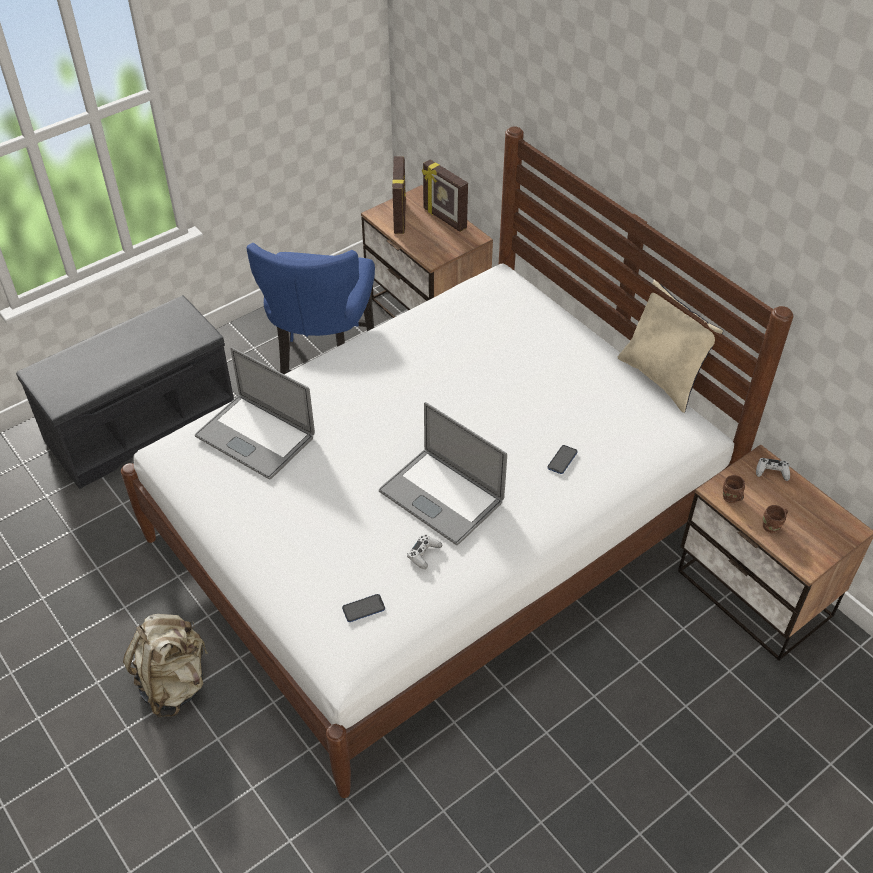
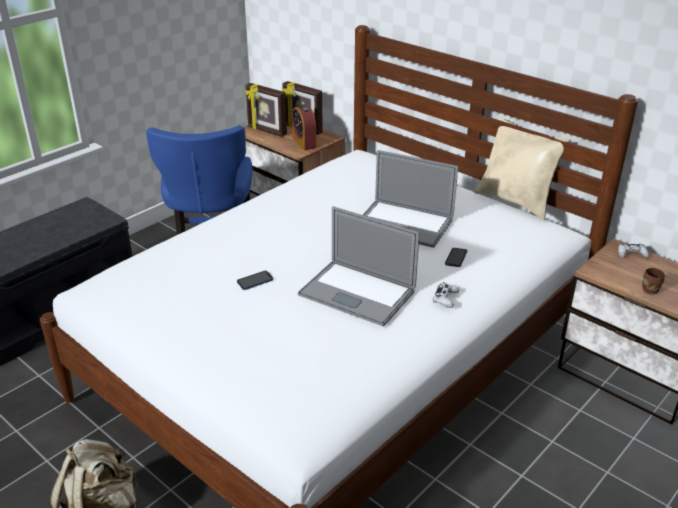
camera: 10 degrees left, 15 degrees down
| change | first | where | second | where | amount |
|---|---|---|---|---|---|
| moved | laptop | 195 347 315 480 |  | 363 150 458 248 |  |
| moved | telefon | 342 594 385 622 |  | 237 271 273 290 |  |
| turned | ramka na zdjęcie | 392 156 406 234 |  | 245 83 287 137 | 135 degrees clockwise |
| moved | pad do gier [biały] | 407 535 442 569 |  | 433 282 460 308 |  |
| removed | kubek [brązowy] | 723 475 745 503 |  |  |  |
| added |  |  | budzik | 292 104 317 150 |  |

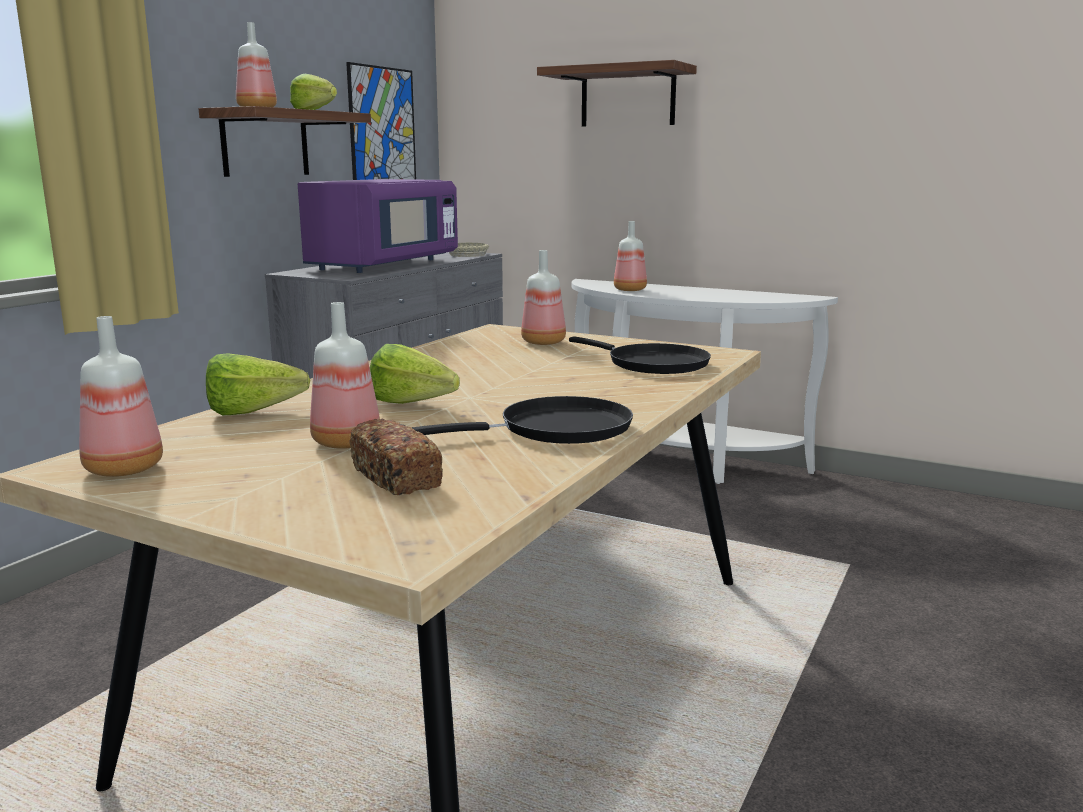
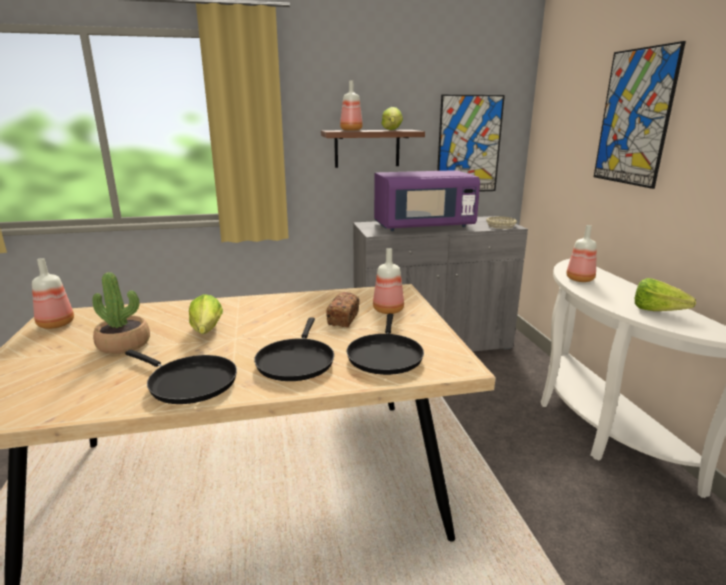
camera: 50 degrees right, 5 degrees up
| change | first | where | second | where | amount |
|---|---|---|---|---|---|
| moved | sałata | 206 353 310 415 |  | 635 278 696 311 |  |
| replaced | butelka | 310 302 380 449 | roślina doniczkowa | 92 272 150 354 |  |
| moved | chleb | 350 419 443 495 |  | 326 292 360 327 |  |
| replaced | półka | 537 60 697 126 | obraz | 594 41 686 189 |  |
| added |  |  | patelnia [czarny] | 254 317 334 381 |  |

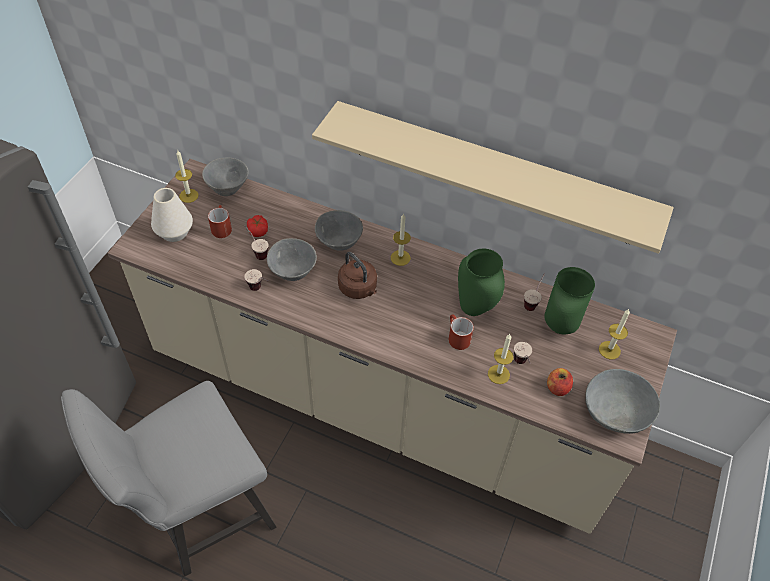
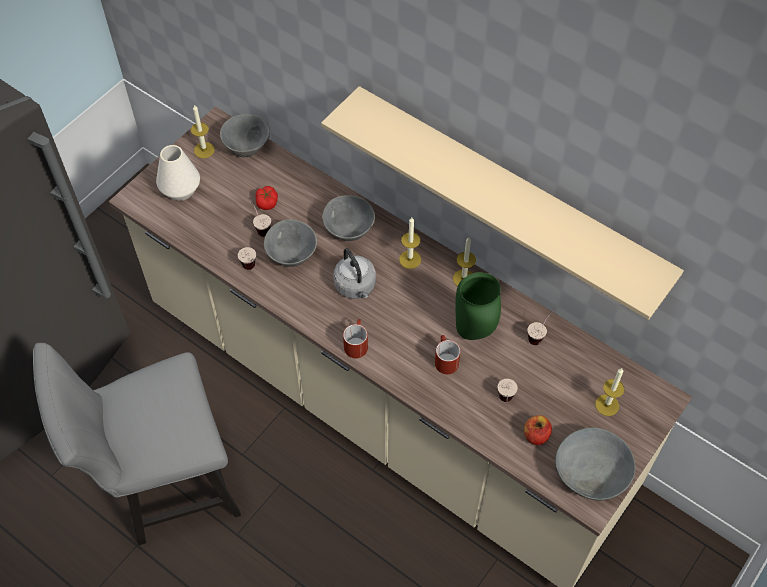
camera: 15 degrees right, 5 degrees up
| change | first | where | second | where | amount |
|---|---|---|---|---|---|
| moved | kubek [czerwony] | 208 205 232 238 |  | 343 319 368 358 |  |
| recoloured | czajnik [brązowy] | 338 252 377 299 | czajnik [szary] | 334 248 376 299 |  |
| moved | świeca | 488 334 514 384 |  | 453 237 476 286 |  |
| removed | wazon [zielony] | 544 267 595 334 |  |  |  |

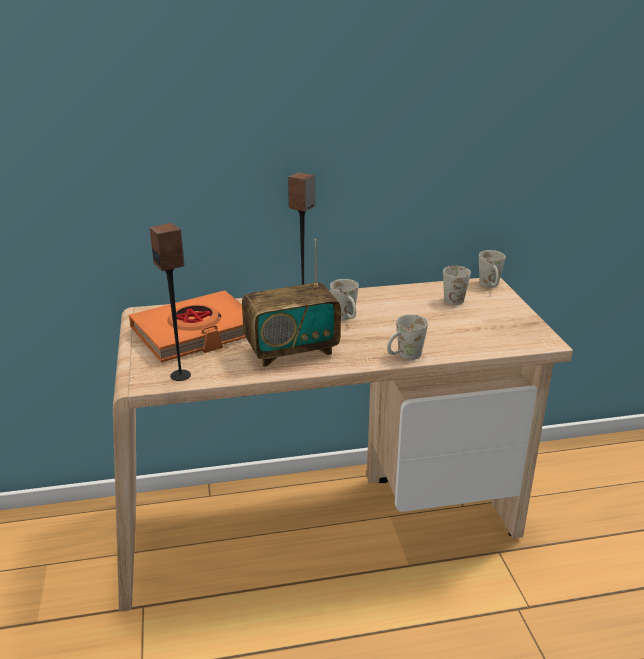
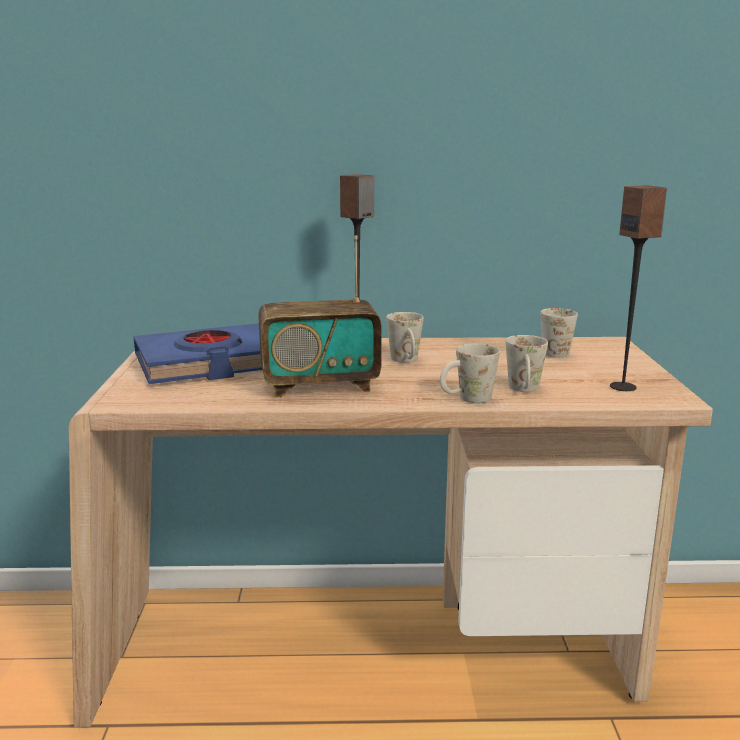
camera: 10 degrees right, 10 degrees down
| change | first | where | second | where | amount |
|---|---|---|---|---|---|
| recoloured | książka [pomarańczowy] | 129 290 246 363 | książka [niebieski] | 133 323 263 384 |  |
| moved | głośnik | 150 223 191 381 |  | 610 185 667 391 |  |
| moved | kubek [biały] | 479 250 506 287 |  | 506 335 548 392 |  |

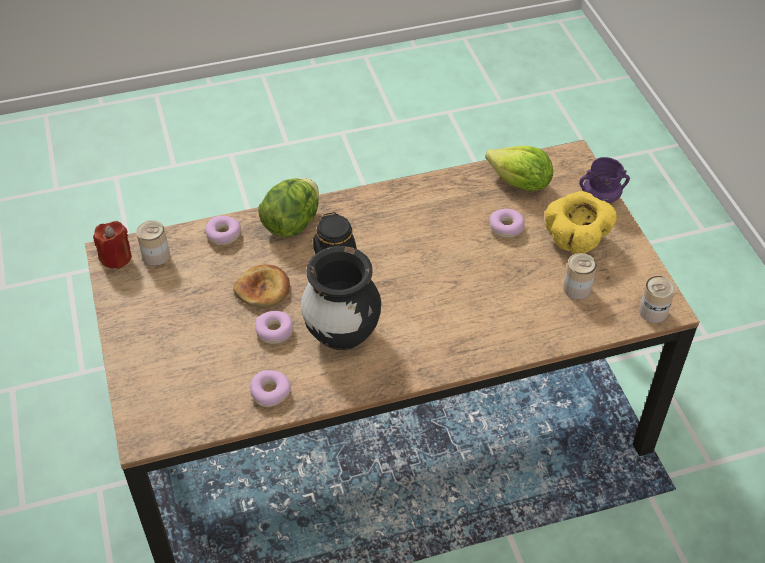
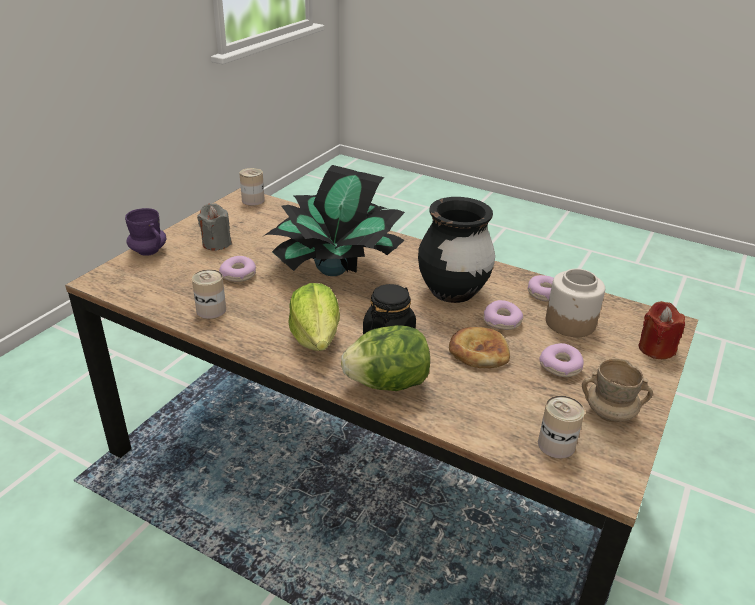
camera: 135 degrees left, 15 degrees down
| change | first | where | second | where | amount |
|---|---|---|---|---|---|
| moved | świeca [czerwony] | 93 221 132 269 |  | 639 301 685 359 |  |
| moved | donut | 205 216 241 245 |  | 540 343 584 377 |  |
| moved | sałata | 485 146 553 191 |  | 288 283 340 351 |  |
| replaced | miska [żółty] | 545 191 617 254 | świeca [szary] | 197 203 232 251 |  |
| moved | puszka | 563 253 597 299 |  | 192 270 226 319 |  |
| added |  |  | roślina doniczkowa | 264 165 405 276 |  |
| added |  |  | słoik | 546 269 605 337 |  |
| added |  |  | kubek [beżowy] | 582 358 653 422 |  |

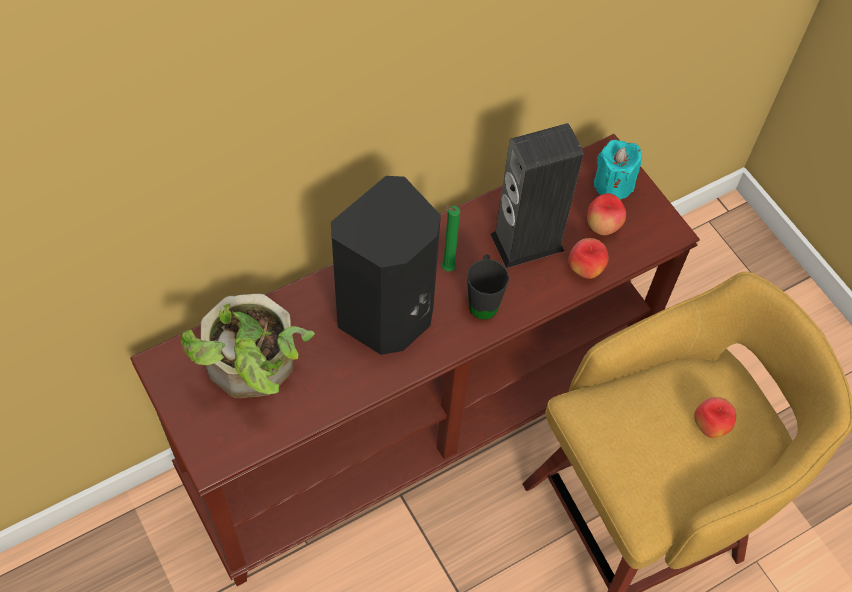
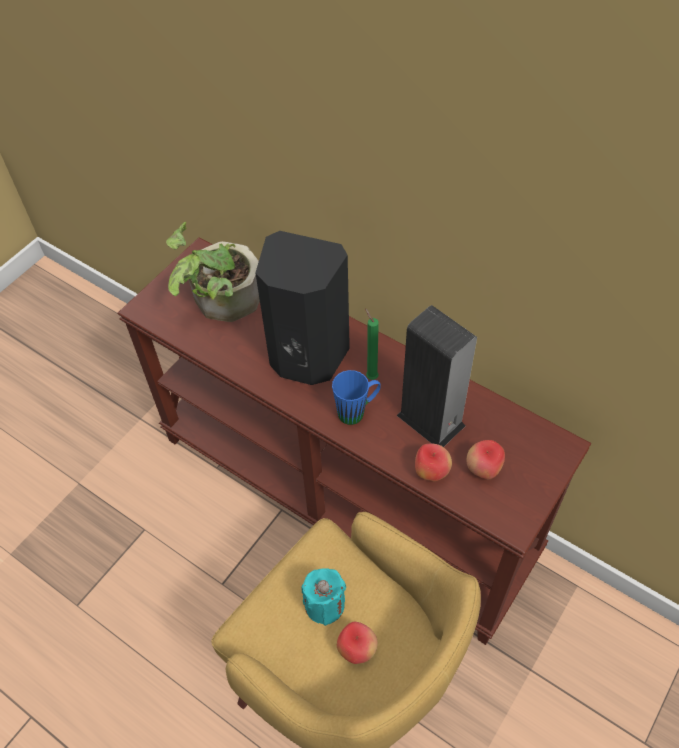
camera: 70 degrees right, 5 degrees down
| change | first | where | second | where | amount |
|---|---|---|---|---|---|
| recoloured | kubek [czarny] | 467 254 509 320 | kubek [niebieski] | 332 370 381 425 |  |
| moved | świeca [turkusowy] | 594 140 642 200 |  | 301 568 346 626 |  |

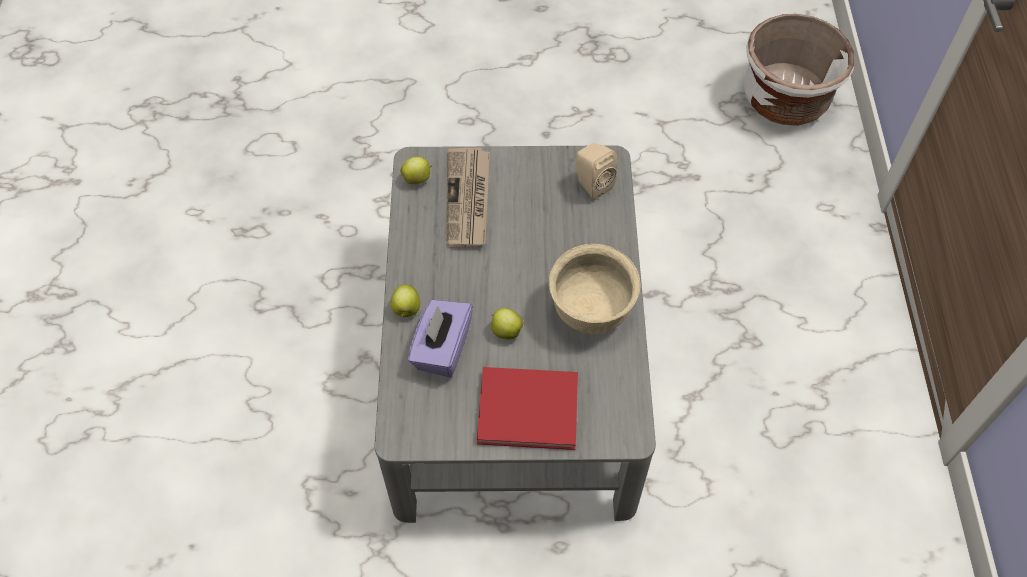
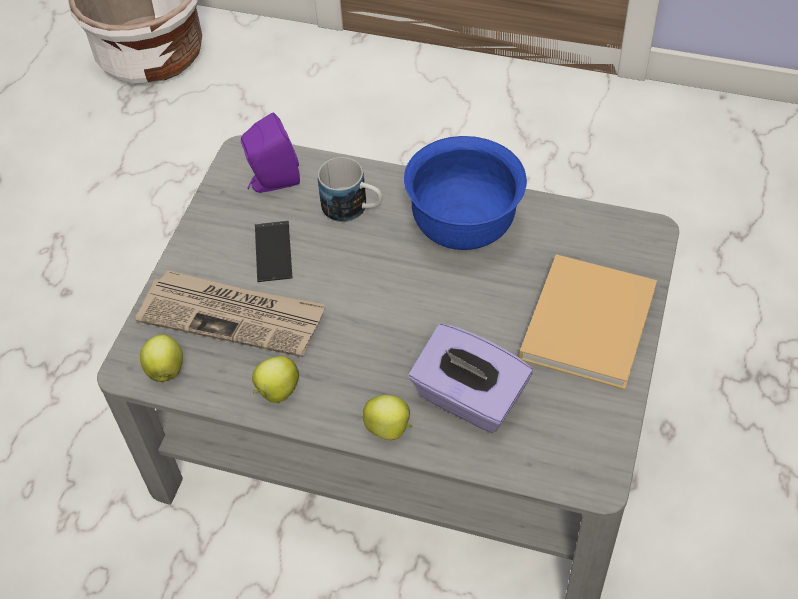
camera: 70 degrees left, 5 degrees down
| change | first | where | second | where | amount |
|---|---|---|---|---|---|
| recoloured | książka [czerwony] | 477 367 578 450 | książka [beżowy] | 519 254 657 390 |  |
| moved | jabłko | 491 308 524 339 |  | 252 356 299 403 |  |
| recoloured | miska [beżowy] | 549 244 640 334 | miska [niebieski] | 404 136 527 250 |  |
| recoloured | głośnik [beżowy] | 576 143 618 200 | głośnik [fioletowy] | 241 113 300 193 |  |
| added |  |  | telefon | 255 221 292 282 |  |
| added |  |  | kubek | 318 157 382 222 |  |

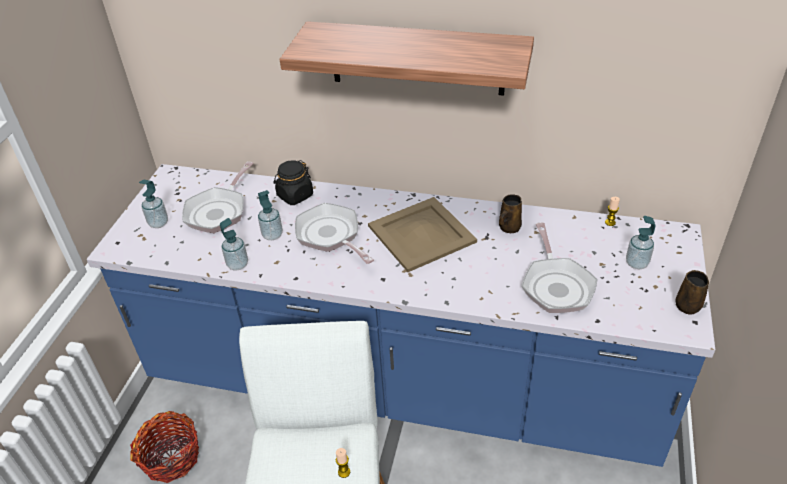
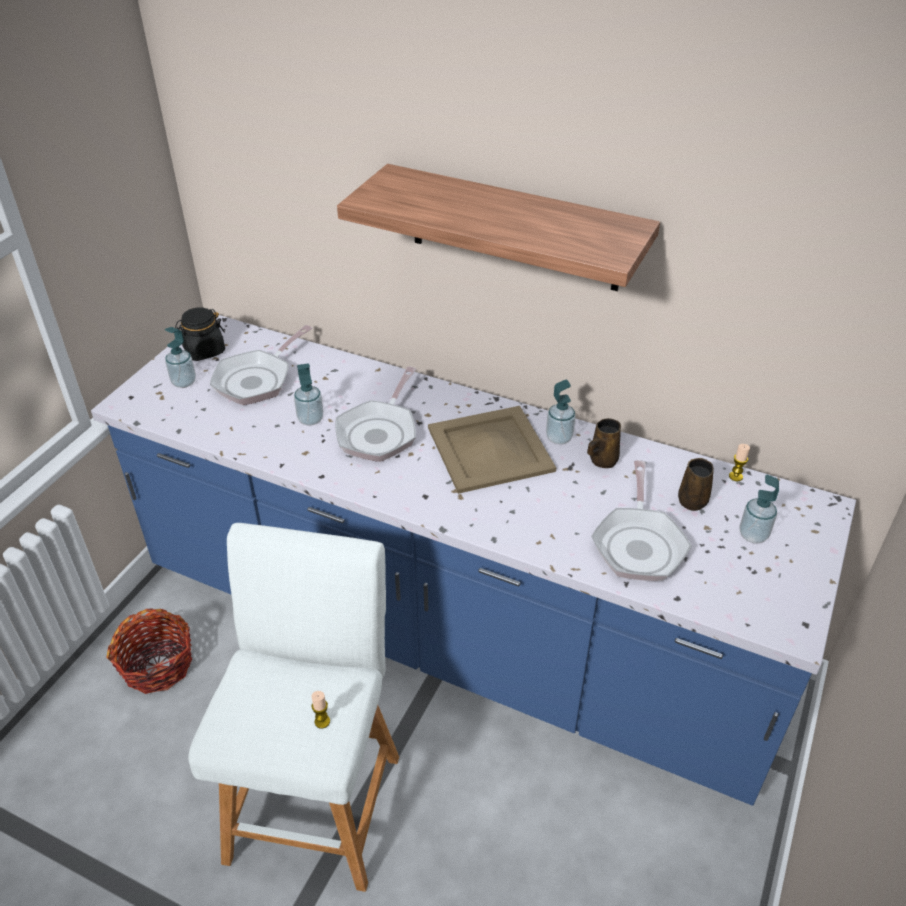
camera: 10 degrees right, 0 degrees up
| change | first | where | second | where | amount |
|---|---|---|---|---|---|
| moved | dozownik mydła | 220 218 248 270 |  | 546 379 576 444 |  |
| moved | słoik [czarny] | 274 160 313 205 |  | 175 307 225 361 |  |
| turned | patelnia | 295 203 374 264 |  | 335 367 417 462 | 135 degrees counterclockwise |
| moved | kubek [brązowy] | 675 270 709 315 |  | 678 458 714 511 |  |

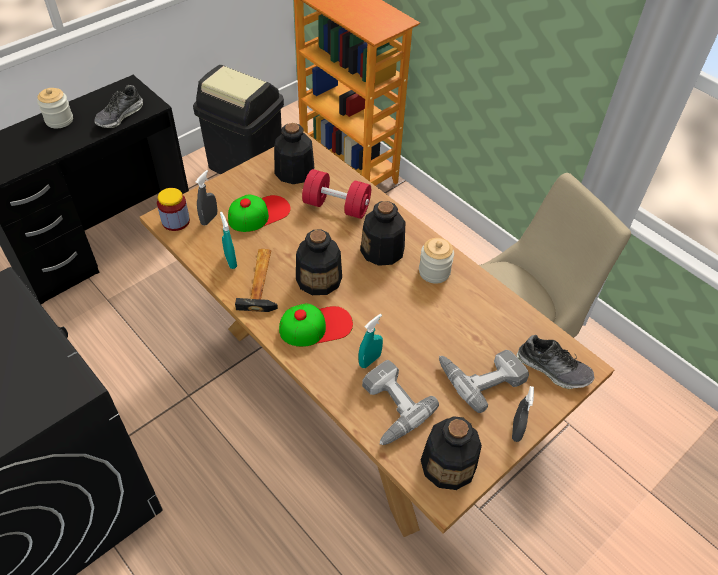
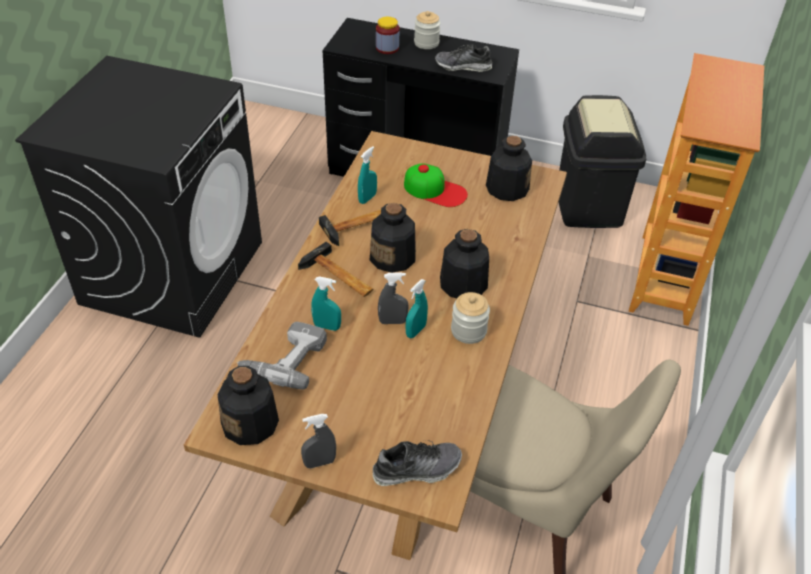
camera: 60 degrees right, 5 degrees down
| change | first | where | second | where | amount |
|---|---|---|---|---|---|
| moved | słoik | 157 188 190 231 |  | 376 17 399 54 |  |
| moved | spryskiwacz [szary] | 195 170 217 226 |  | 378 272 409 324 |  |
| replaced | czapka z daszkiem | 279 303 353 347 | młotek | 298 242 374 297 |  |
| removed | hantel [czerwony] | 302 169 371 219 |  |  |  |
| removed | wiertarka | 439 350 529 413 |  |  |  |
| turned | but | 516 335 594 389 |  | 373 440 462 486 | 105 degrees counterclockwise |
| added |  |  | spryskiwacz [turkusowy] | 406 279 428 338 |  |

